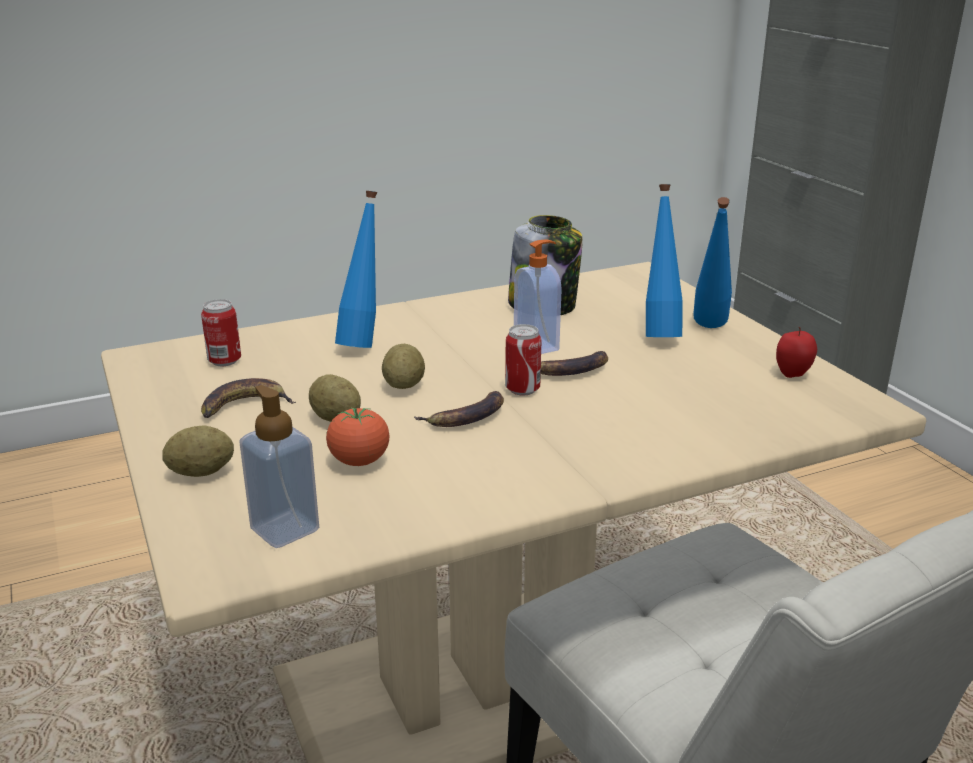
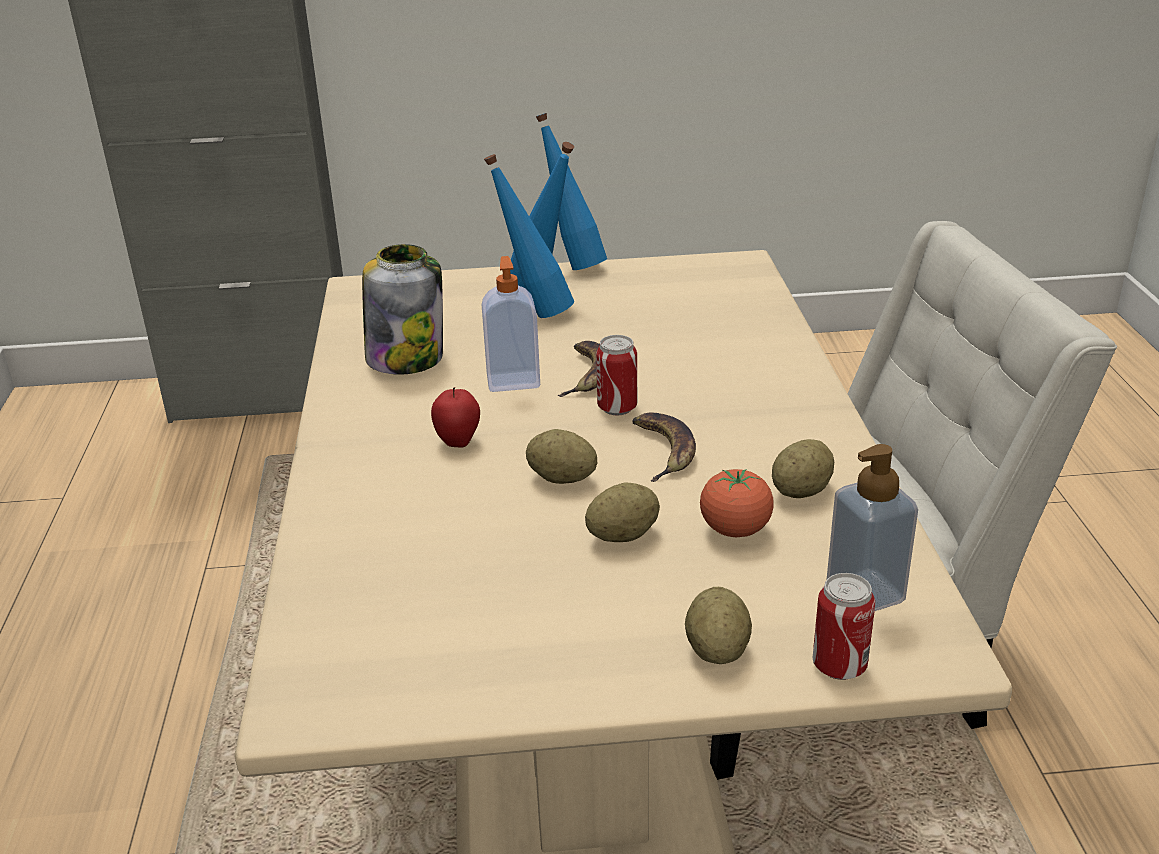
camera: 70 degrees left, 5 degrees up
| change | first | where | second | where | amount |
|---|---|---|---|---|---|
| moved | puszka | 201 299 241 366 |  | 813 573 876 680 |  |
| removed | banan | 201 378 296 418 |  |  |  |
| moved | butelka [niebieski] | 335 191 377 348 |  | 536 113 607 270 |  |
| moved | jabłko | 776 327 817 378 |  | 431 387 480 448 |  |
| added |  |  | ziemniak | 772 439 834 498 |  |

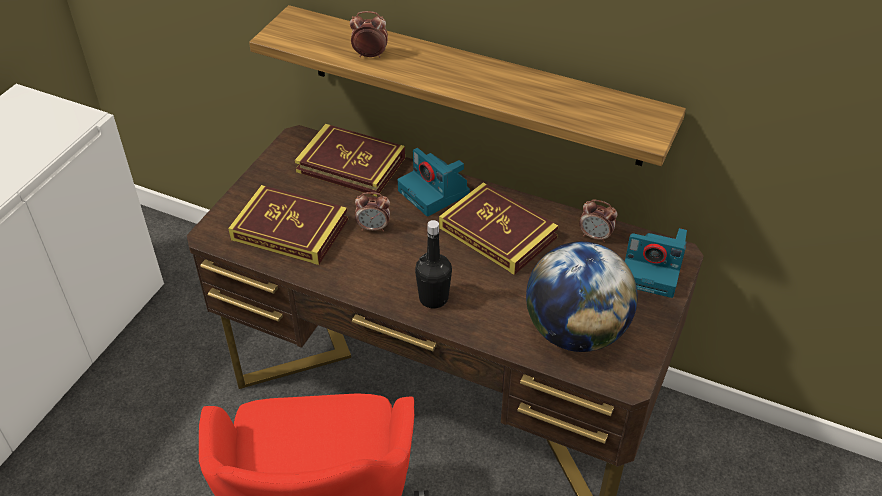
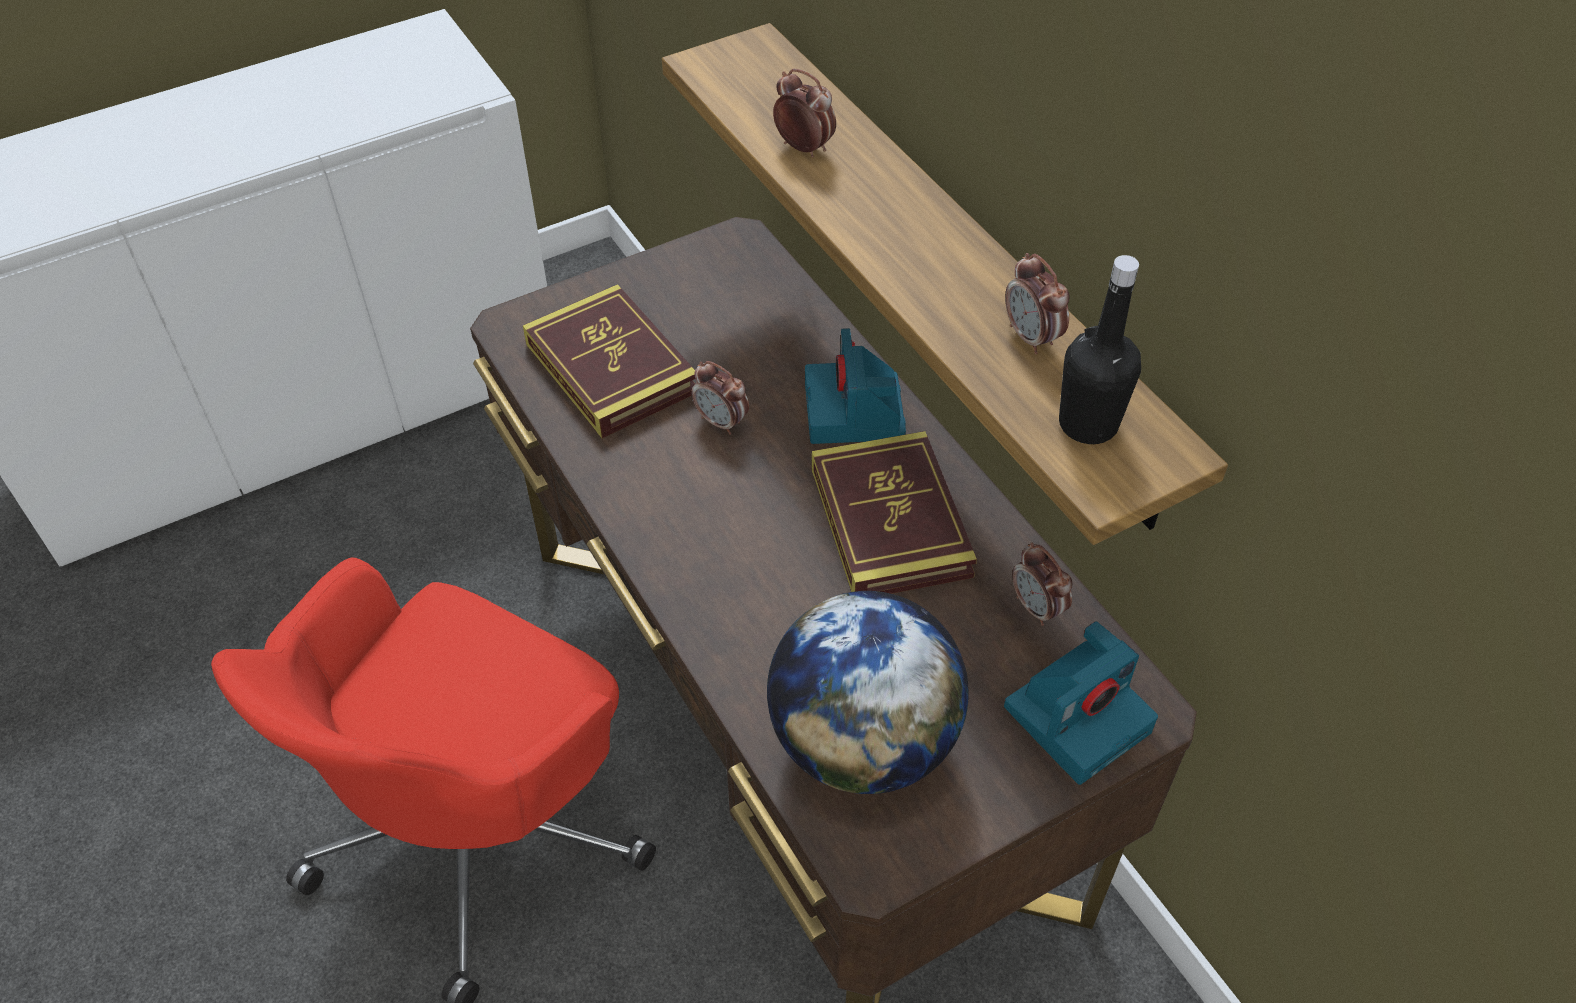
camera: 35 degrees right, 5 degrees up
| change | first | where | second | where | amount |
|---|---|---|---|---|---|
| removed | książka | 295 124 405 197 |  |  |  |
| moved | butelka [czarny] | 415 220 452 309 |  | 1059 255 1141 444 |  |
| turned | aparat fotograficzny | 625 228 687 298 |  | 1004 621 1158 785 | 90 degrees counterclockwise |
| added |  |  | budzik | 1005 253 1070 354 |  |

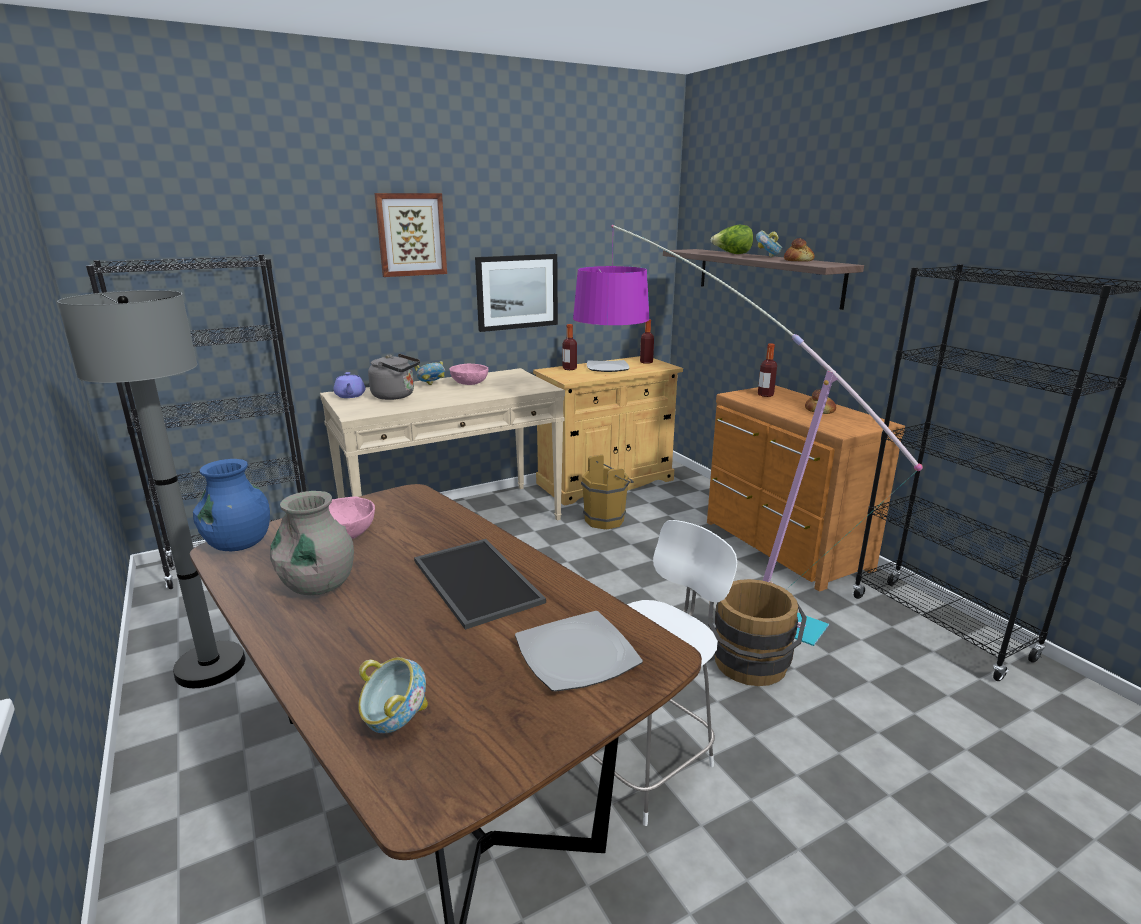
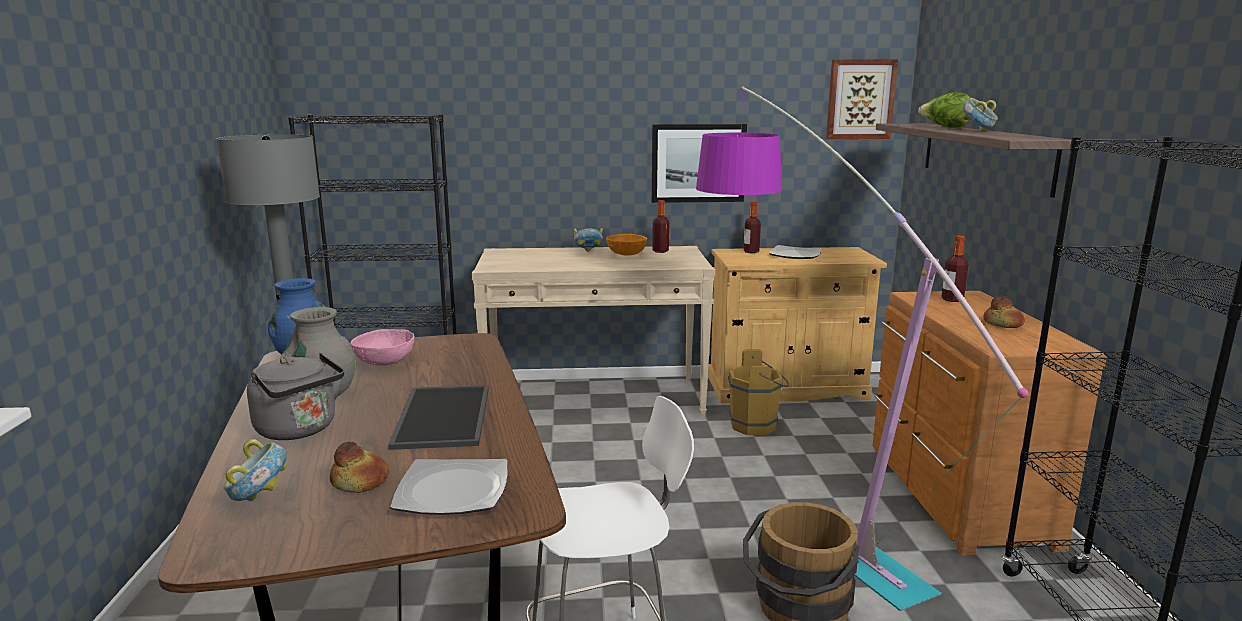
camera: 25 degrees right, 5 degrees down
| change | first | where | second | where | amount |
|---|---|---|---|---|---|
| removed | imbryk [fioletowy] | 334 372 365 398 |  |  |  |
| moved | czajnik [szary] | 368 354 420 400 |  | 247 353 344 440 |  |
| moved | obraz | 374 193 447 277 |  | 826 59 898 139 |  |
| recoloured | miska [różowy] | 449 364 489 385 | miska [pomarańczowy] | 606 234 647 256 |  |
| moved | butelka | 640 319 654 364 |  | 652 200 669 253 |  |
| moved | chleb | 784 238 815 261 |  | 330 442 389 493 |  |

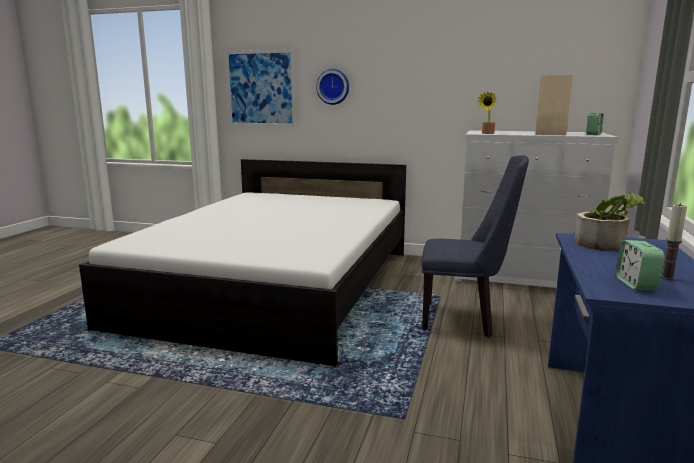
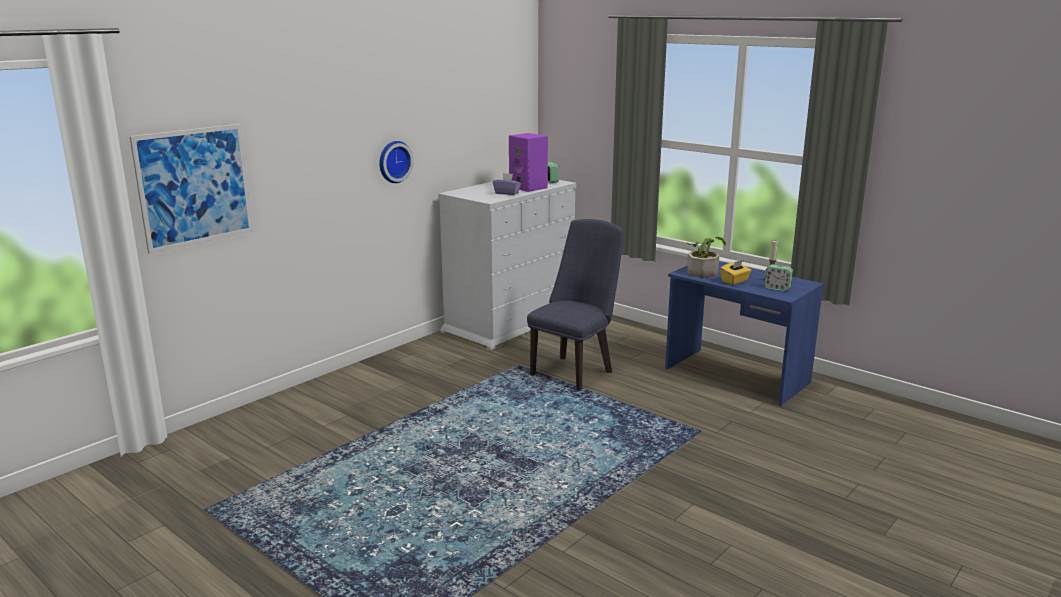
camera: 65 degrees left, 5 degrees up
| change | first | where | second | where | amount |
|---|---|---|---|---|---|
| removed | łóżko [biały] | 79 159 406 366 |  |  |  |
| moved | zegar ścienny | 316 69 349 105 |  | 379 141 413 183 |  |
| removed | roślina doniczkowa | 478 91 497 134 |  |  |  |
| recoloured | głośnik [beżowy] | 535 75 573 135 | głośnik [fioletowy] | 509 133 548 192 |  |
| added |  |  | pudełko chusteczek [fioletowy] | 493 173 521 195 |  |
| added |  |  | pudełko chusteczek [żółty] | 720 260 751 285 |  |

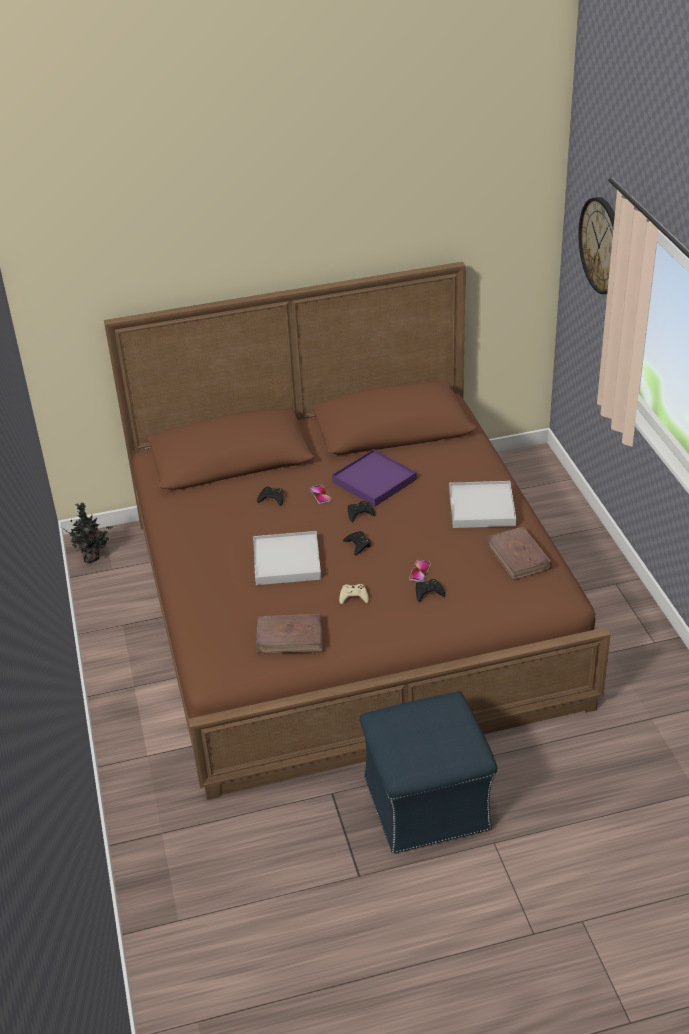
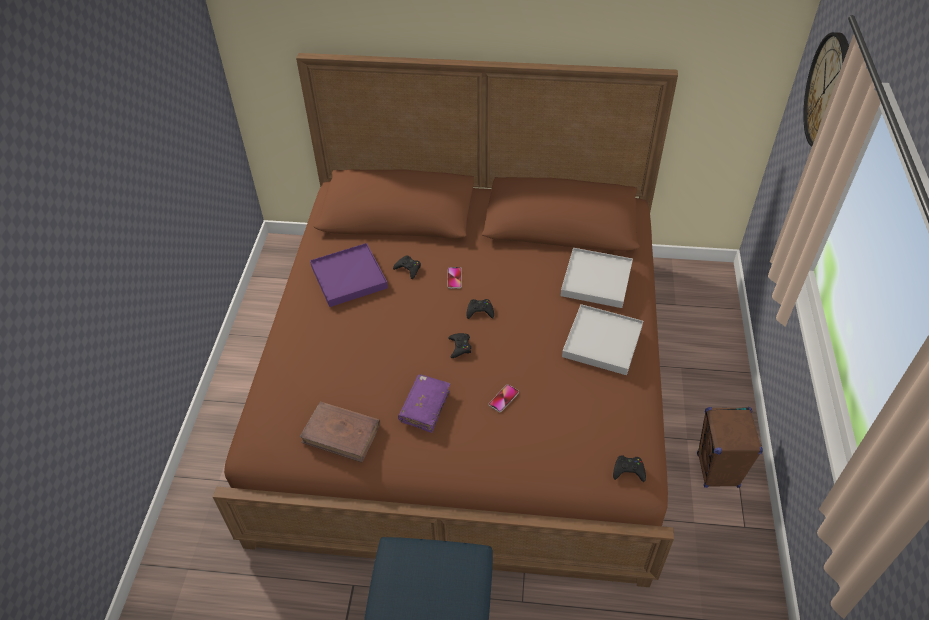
camera: 20 degrees right, 10 degrees up
| change | first | where | second | where | amount |
|---|---|---|---|---|---|
| removed | roślina doniczkowa | 60 503 113 563 |  |  |  |
| moved | taca [biały] | 253 531 321 585 |  | 560 248 633 308 |  |
| moved | taca [fioletowy] | 332 449 417 507 |  | 310 243 388 307 |  |
| replaced | pad do gier [beżowy] | 339 584 369 605 | książka [fioletowy] | 398 374 450 433 |  |
| moved | pad do gier [czarny] | 416 579 445 602 |  | 613 455 646 482 |  |
| removed | książka [brązowy] | 486 527 552 580 |  |  |  |
| added |  |  | głośnik [brązowy] | 697 407 763 488 |  |

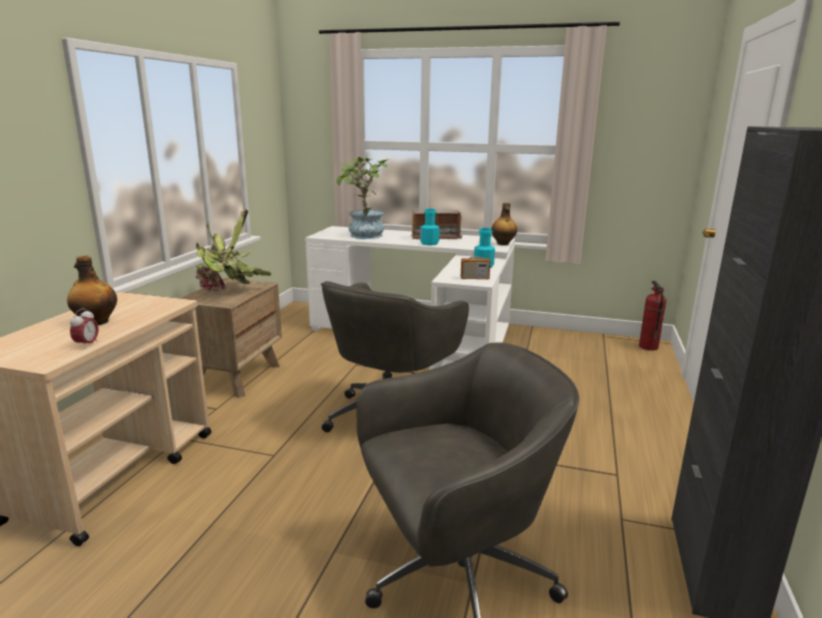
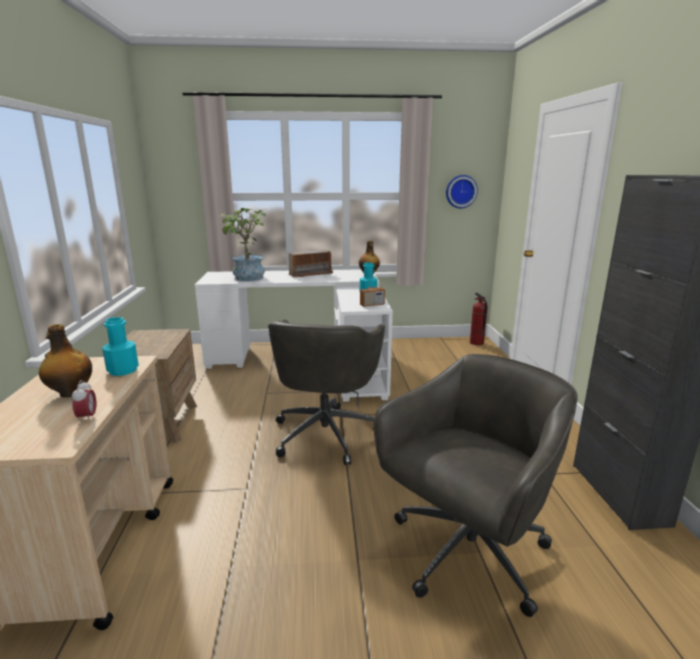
camera: 20 degrees left, 0 degrees up
| change | first | where | second | where | amount |
|---|---|---|---|---|---|
| removed | roślina doniczkowa | 196 207 272 291 |  |  |  |
| moved | butelka [turkusowy] | 420 209 440 245 |  | 102 317 139 376 |  |
| added |  |  | zegar ścienny | 446 175 478 208 |  |

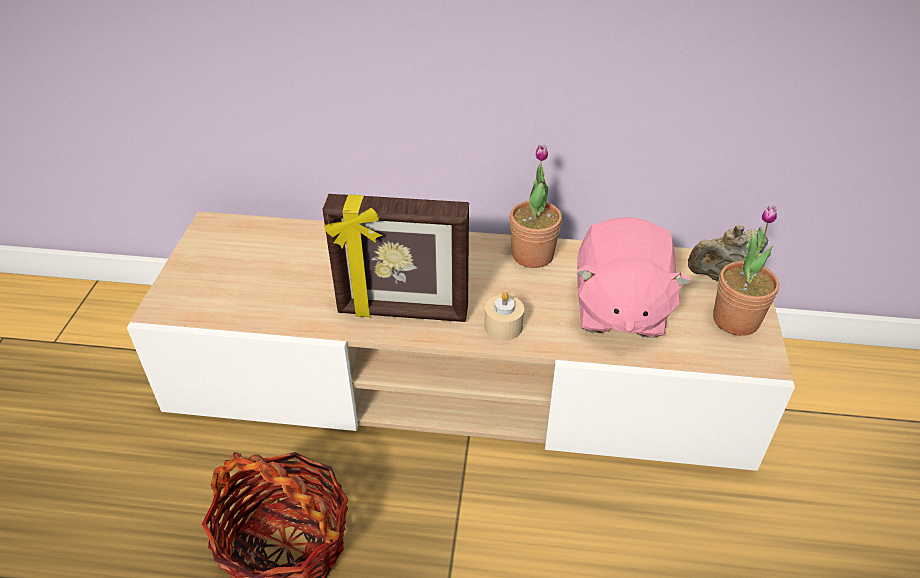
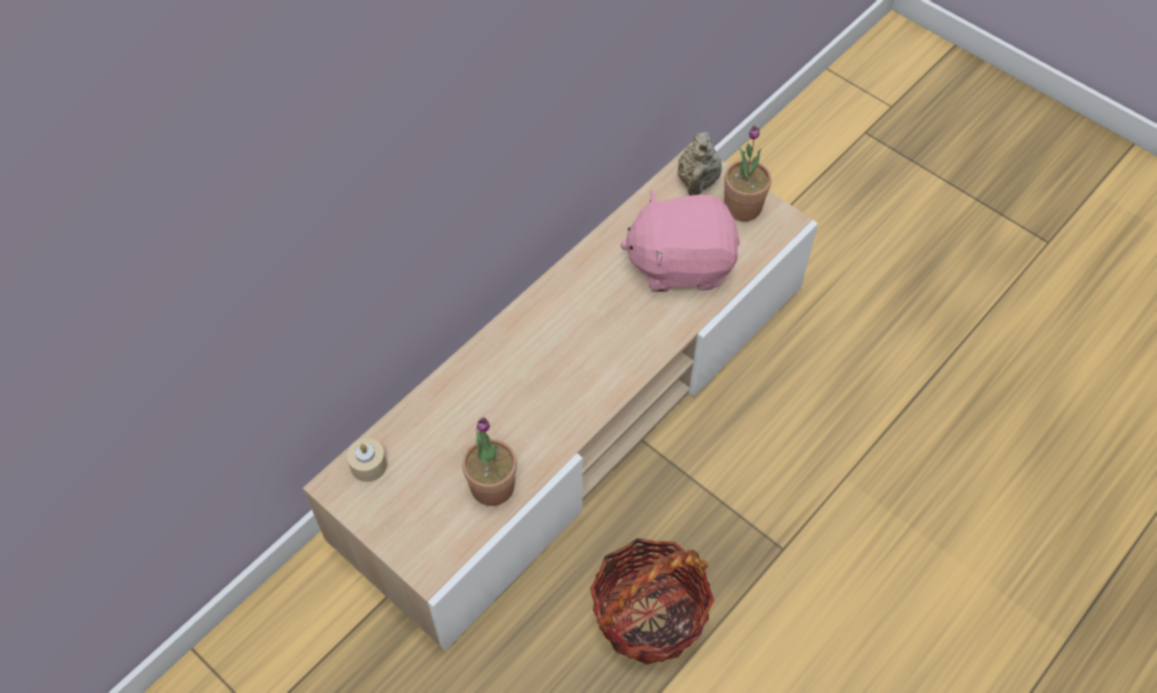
camera: 55 degrees left, 15 degrees up
| change | first | where | second | where | amount |
|---|---|---|---|---|---|
| removed | ramka na zdjęcie | 322 194 469 322 |  |  |  |
| moved | świeca [beżowy] | 484 292 524 340 |  | 347 438 387 482 |  |
| moved | roślina doniczkowa | 510 145 562 268 |  | 462 417 517 506 |  |
| turned | pluszak [różowy] | 575 217 691 338 |  | 620 190 740 292 | 135 degrees clockwise |

